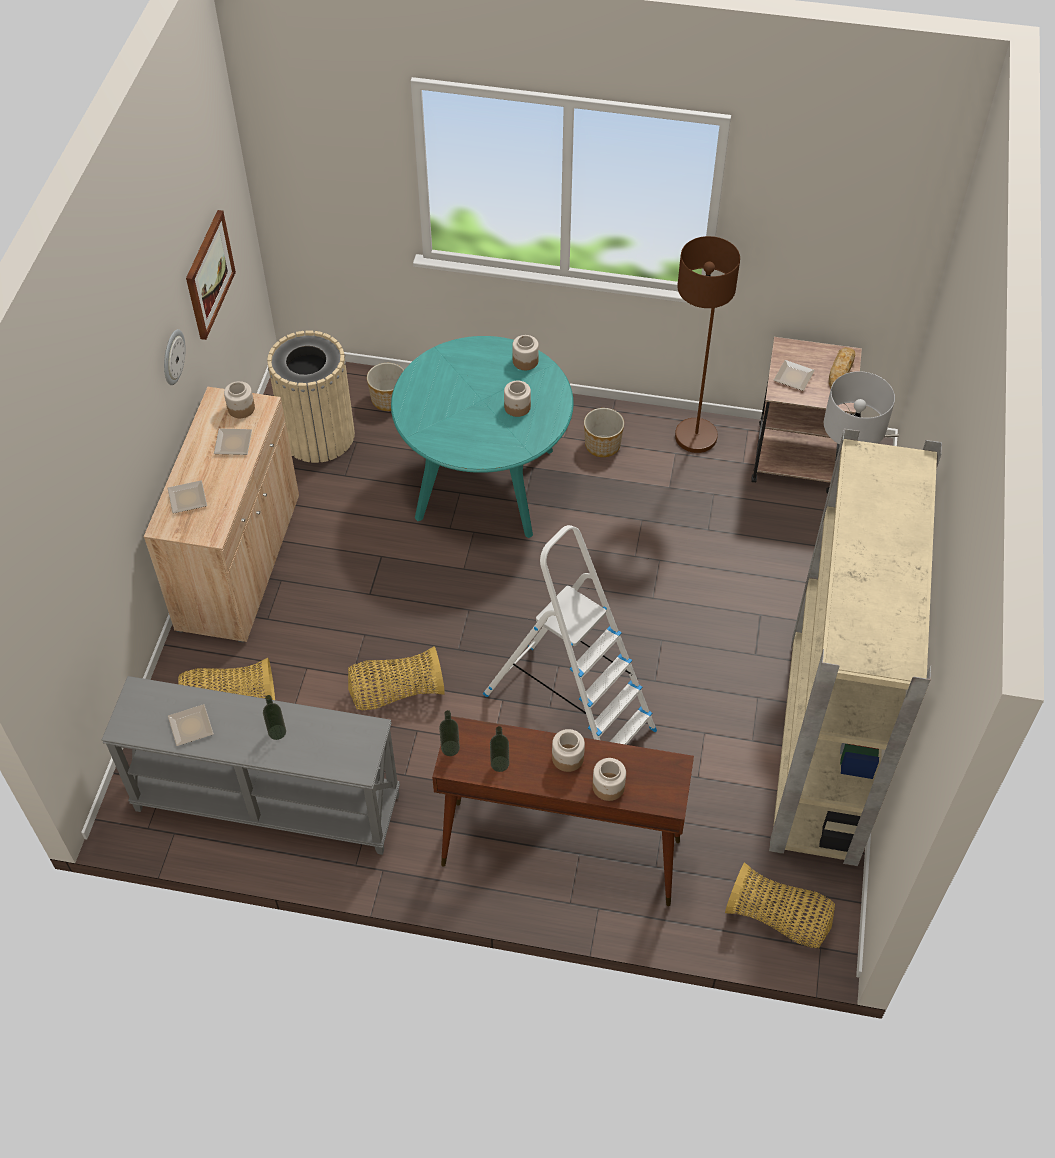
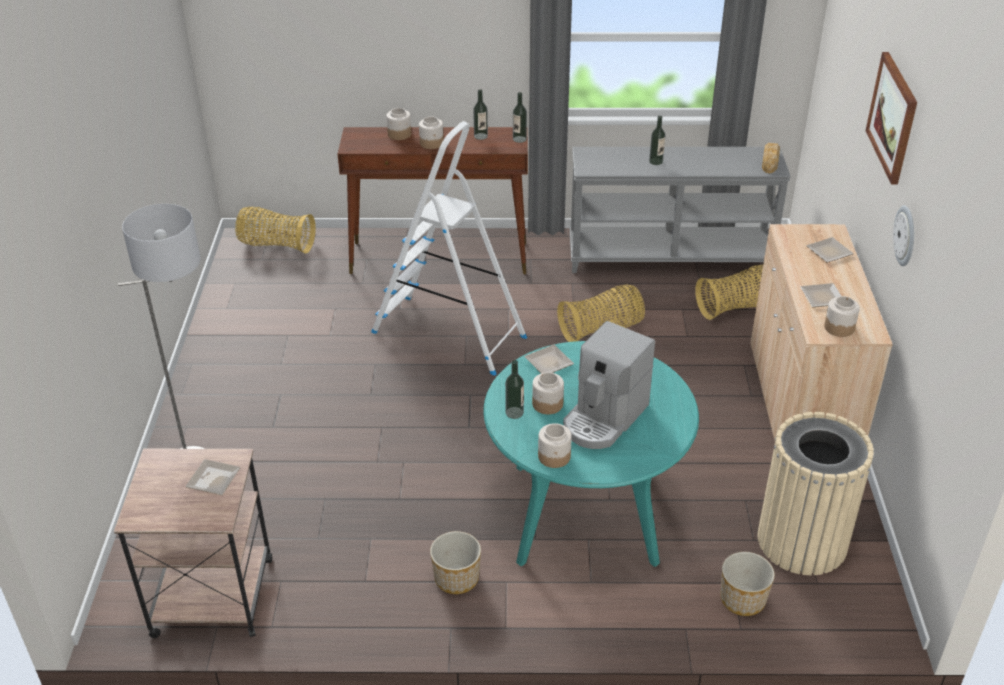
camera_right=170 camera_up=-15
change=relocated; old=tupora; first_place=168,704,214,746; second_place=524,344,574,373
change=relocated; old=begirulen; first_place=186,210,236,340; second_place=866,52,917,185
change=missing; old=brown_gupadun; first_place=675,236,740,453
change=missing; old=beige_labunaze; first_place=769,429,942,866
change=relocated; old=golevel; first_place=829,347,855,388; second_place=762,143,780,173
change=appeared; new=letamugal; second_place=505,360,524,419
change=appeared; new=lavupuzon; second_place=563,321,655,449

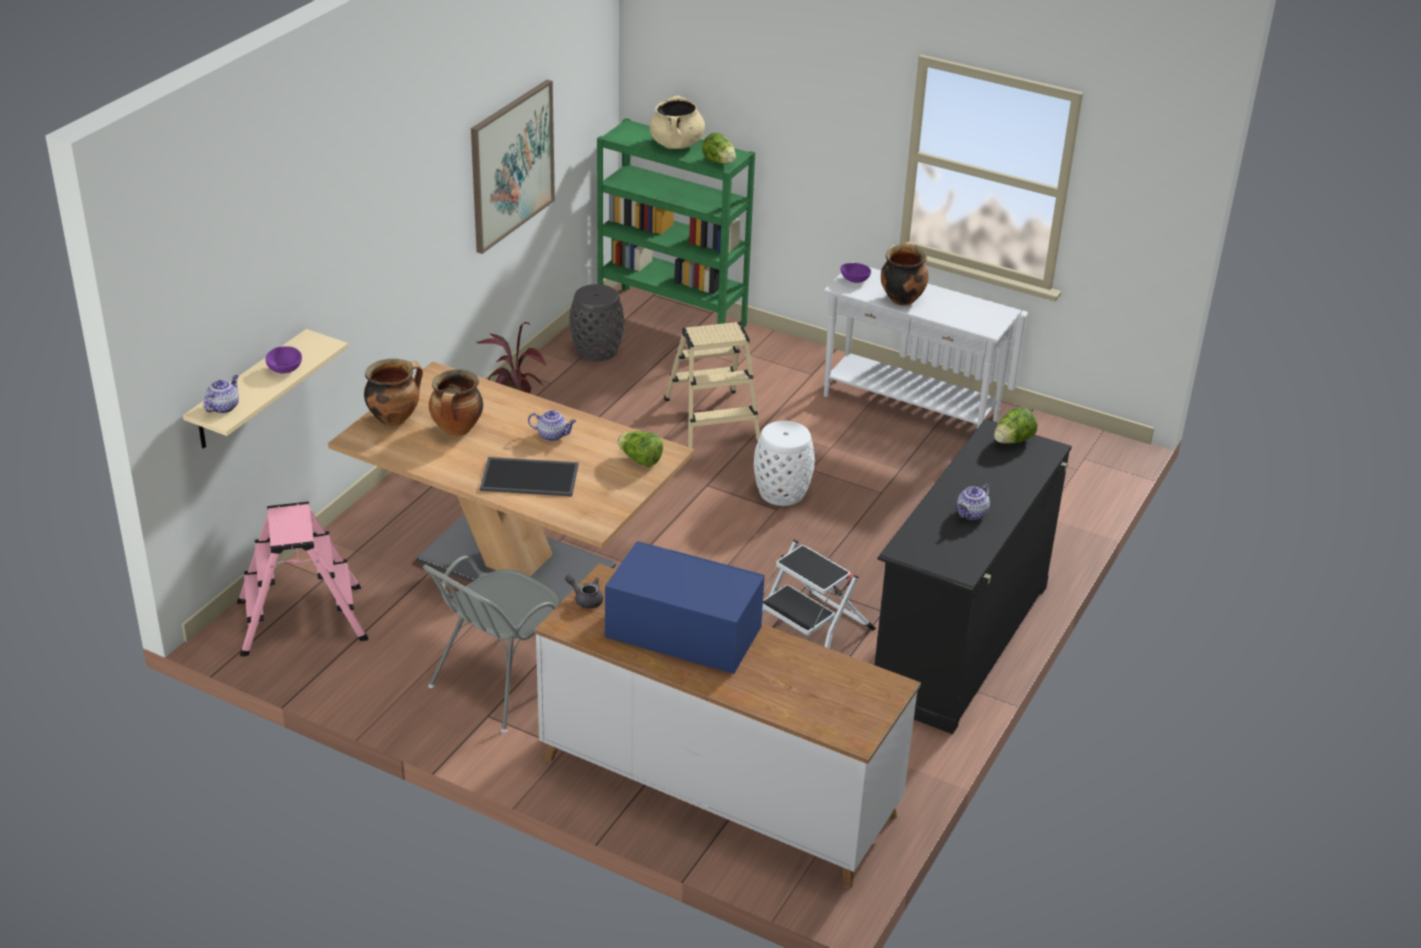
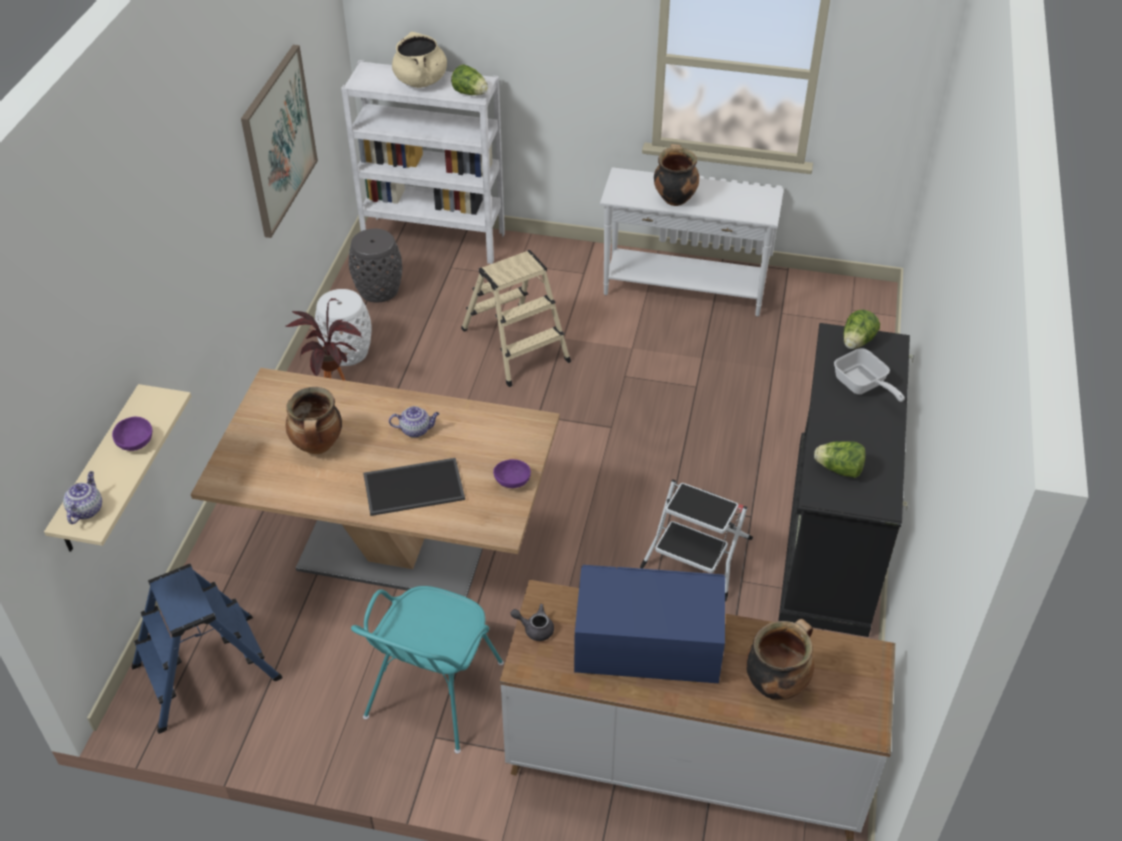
camera_right=-15 camera_up=10
change=colour; old=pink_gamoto; new=blue_gamoto; first_place=237,502,368,657; second_place=132,563,283,734
change=relocated; old=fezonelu; first_place=364,359,423,426; second_place=746,619,814,700
change=colour; old=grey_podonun; new=turquoise_podonun; first_place=423,556,561,733; second_place=351,586,504,754
change=colour; old=green_labunaze; new=white_labunaze; first_place=597,118,755,328; second_place=341,60,505,264
change=relocated; old=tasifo; first_place=617,431,663,467; second_place=814,441,866,478
change=relocated; old=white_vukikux; first_place=754,421,815,506; second_place=315,289,372,366
change=relocated; old=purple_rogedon; first_place=841,263,871,283; second_place=493,459,531,488
change=missing; old=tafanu; first_place=957,484,990,520
change=appeared; new=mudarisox; second_place=834,348,905,402

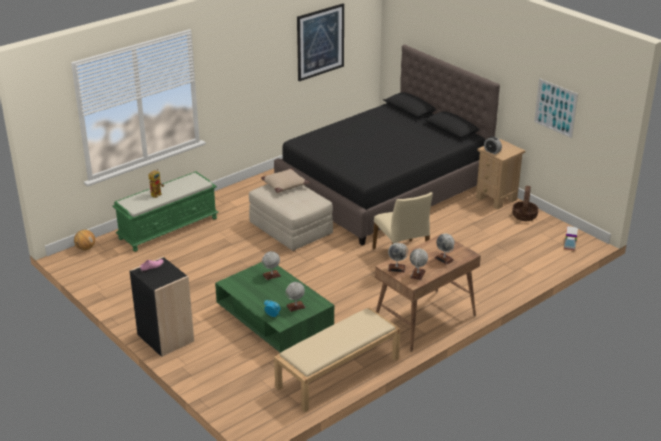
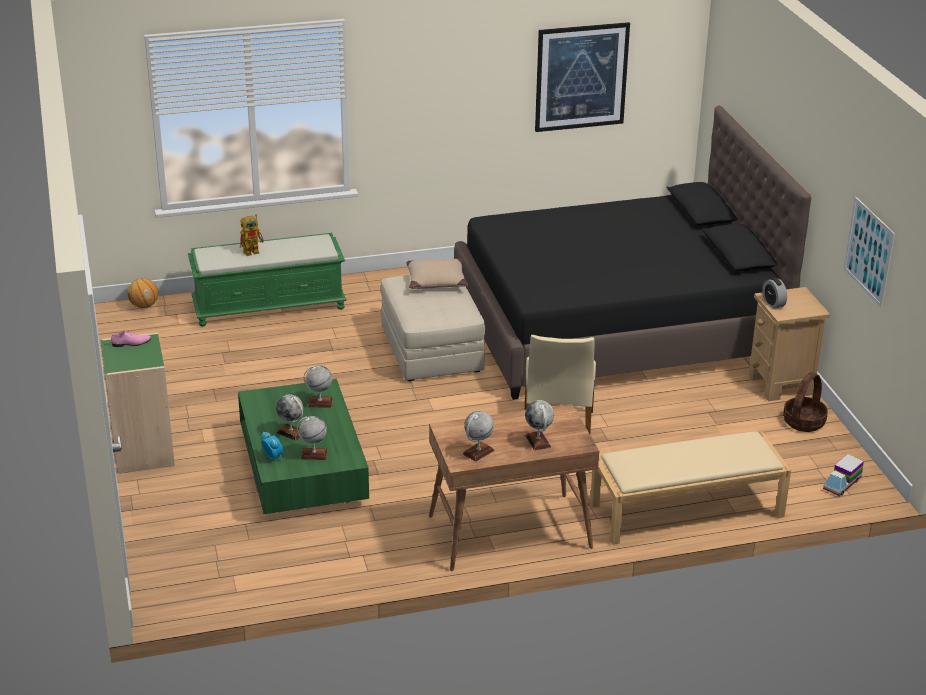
camera_right=25 camera_up=0
change=colour; old=black_labunaze; new=green_labunaze; first_place=129,257,194,357; second_place=100,332,175,474
change=relocated; old=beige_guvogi; first_place=274,307,400,412; second_place=590,431,791,545
change=relocated; old=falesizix; first_place=388,243,408,272; second_place=276,394,303,441

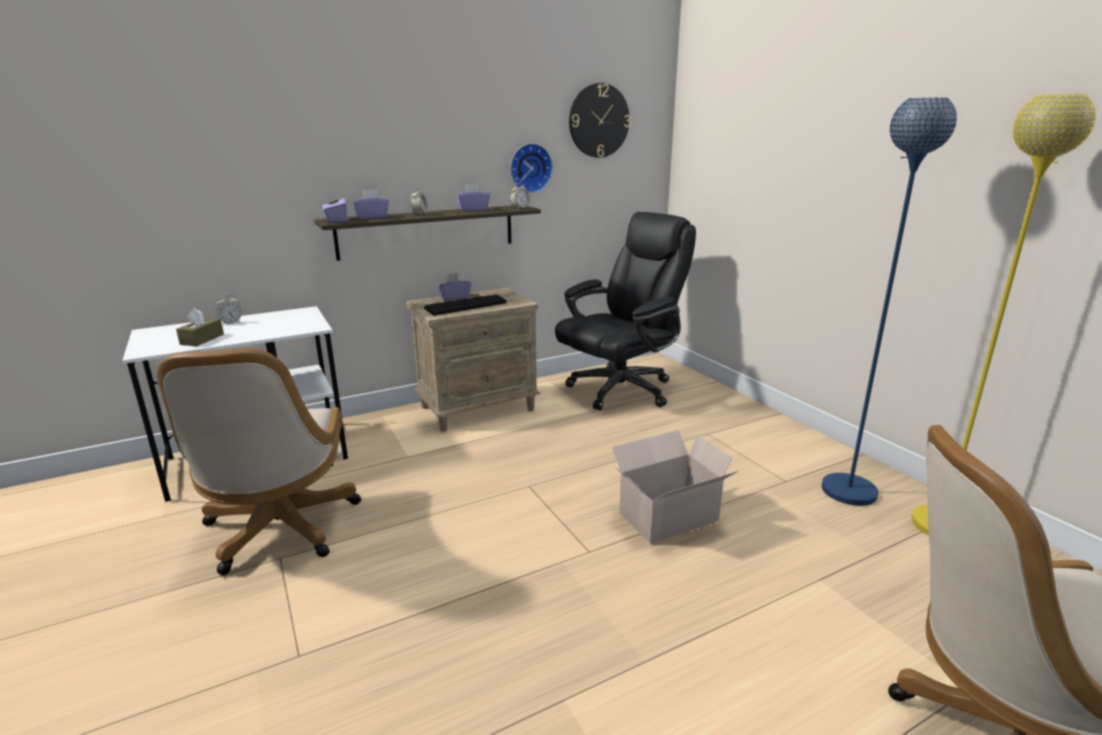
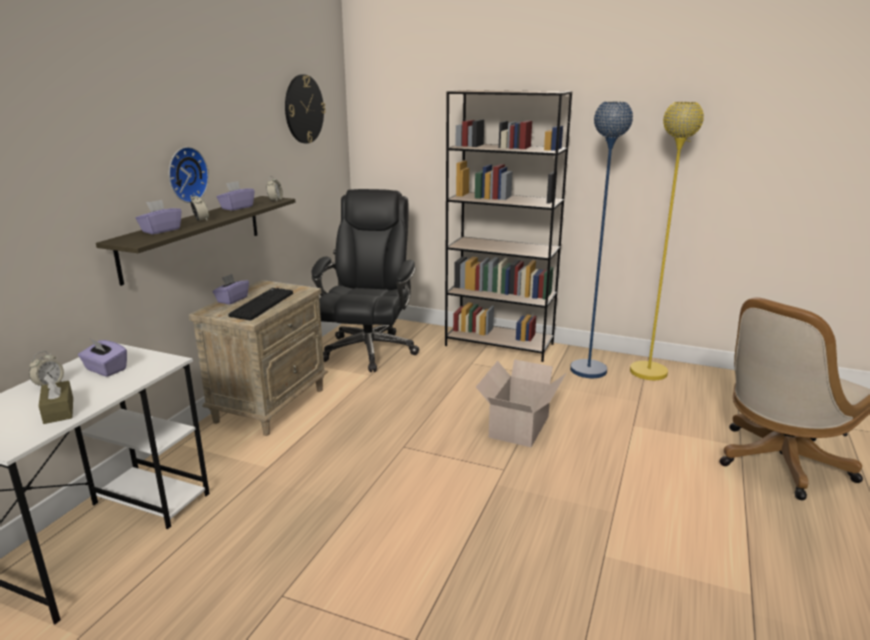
camera_right=-40 camera_up=0
change=missing; old=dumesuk; first_place=157,348,361,575
change=relocated; old=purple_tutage; first_place=322,192,347,223; second_place=78,339,127,377
change=relocated; old=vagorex; first_place=510,143,553,193; second_place=169,147,209,203
change=appeared; new=beige_labunaze; second_place=445,90,572,362

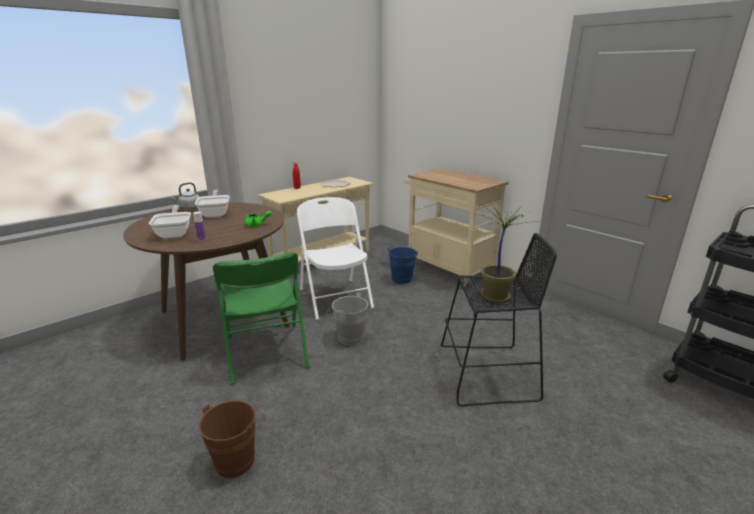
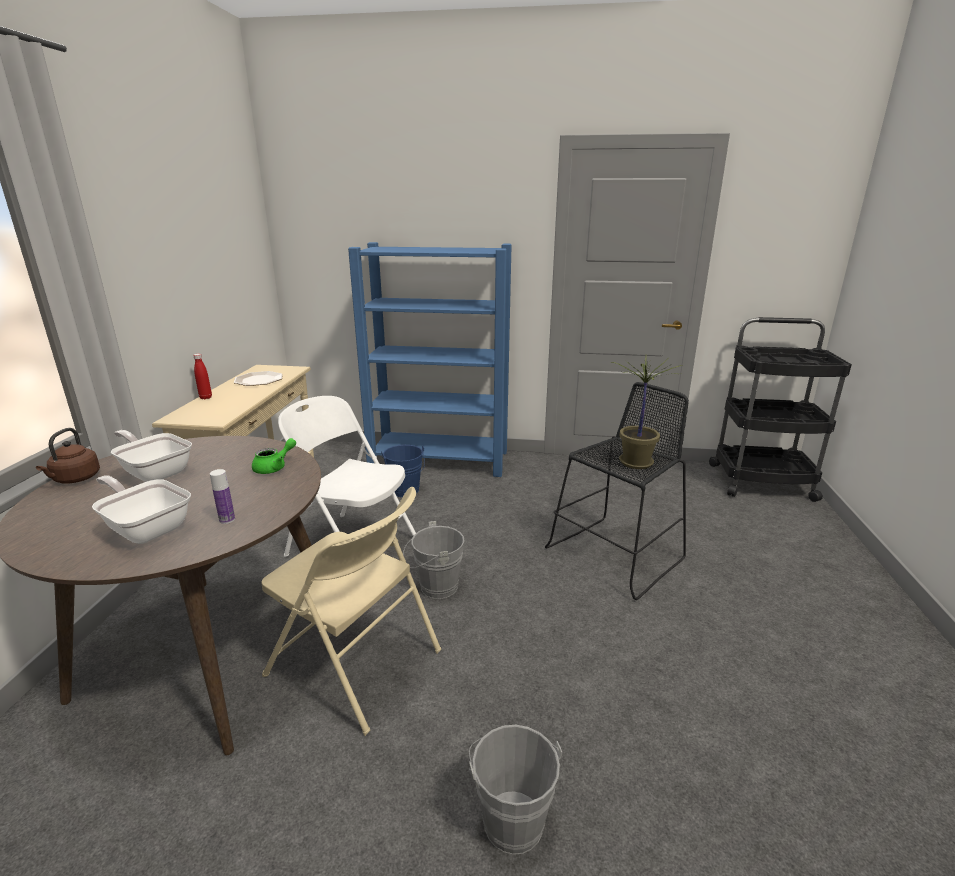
camera_right=-40 camera_up=0
change=colour; old=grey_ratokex; new=brown_ratokex; first_place=171,183,200,210; second_place=36,428,100,484
change=colour; old=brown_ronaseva; new=grey_ronaseva; first_place=199,400,266,478; second_place=469,725,562,855
change=colour; old=green_podonun; new=beige_podonun; first_place=213,252,310,385; second_place=262,487,441,736
change=exchanged; old=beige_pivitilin; new=blue_labunaze; first_place=404,168,509,287; second_place=348,242,512,477

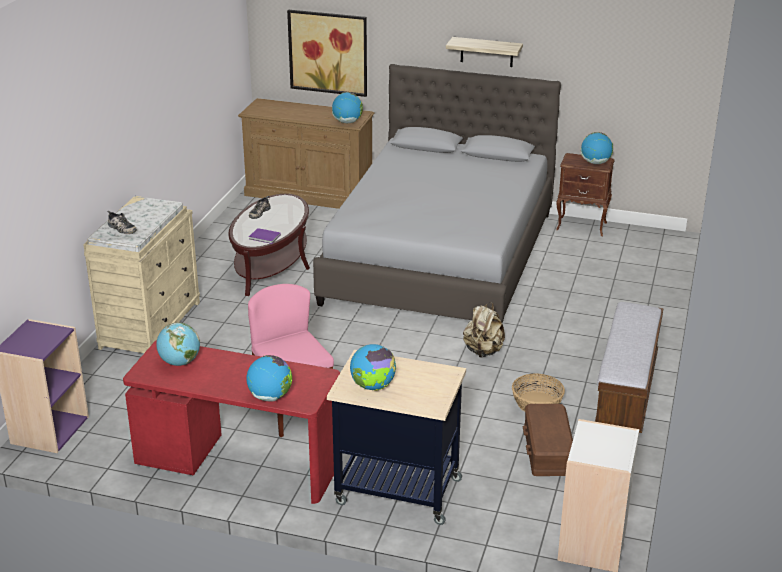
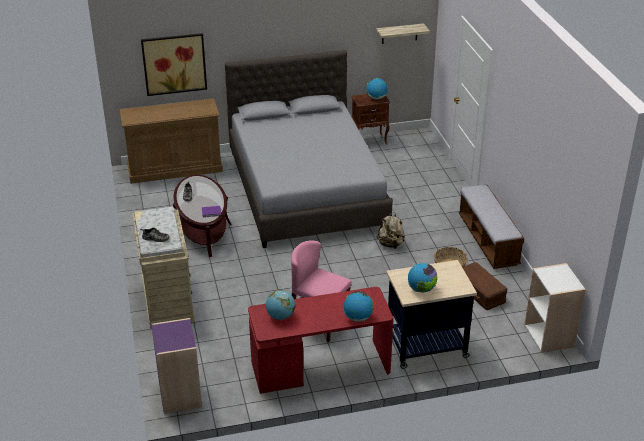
camera_right=-30 camera_up=5
change=missing; old=falesizix; first_place=332,92,363,123
change=relocated; old=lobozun; first_place=446,37,523,67; second_place=376,23,430,44

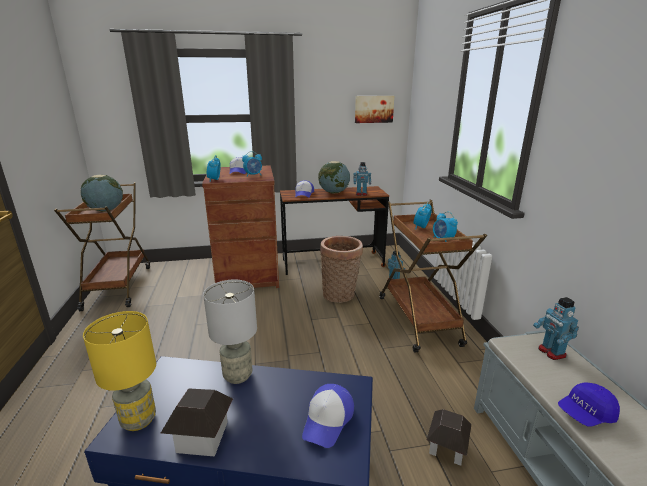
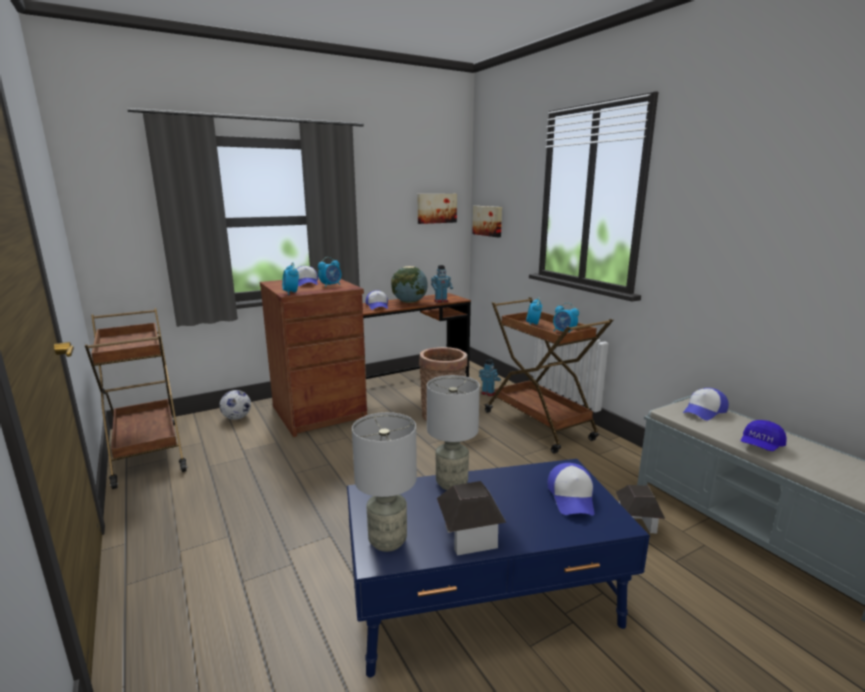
camera_right=-20 camera_up=-5
change=missing; old=falesizix; first_place=81,175,123,212
change=colour; old=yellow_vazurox; new=grey_vazurox; first_place=83,311,156,431; second_place=352,412,417,552
change=exchanged; old=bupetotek; new=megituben; first_place=533,297,579,360; second_place=683,388,729,420
change=appeared; new=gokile; second_place=219,390,251,420
change=appeared; new=begirulen; second_place=472,206,502,237

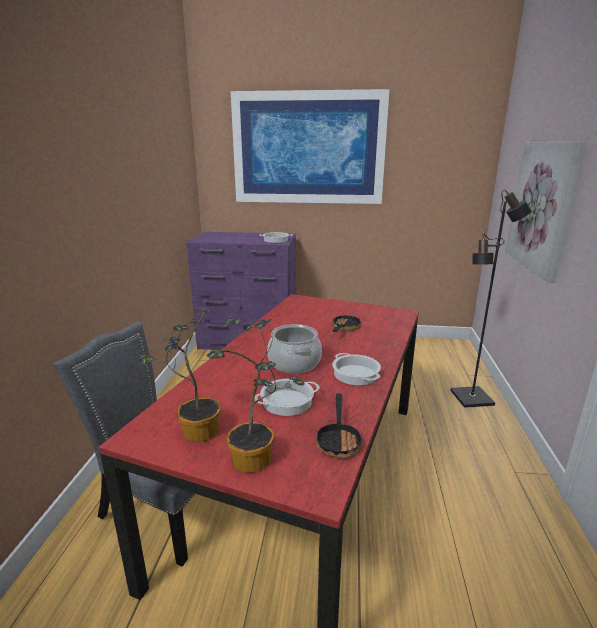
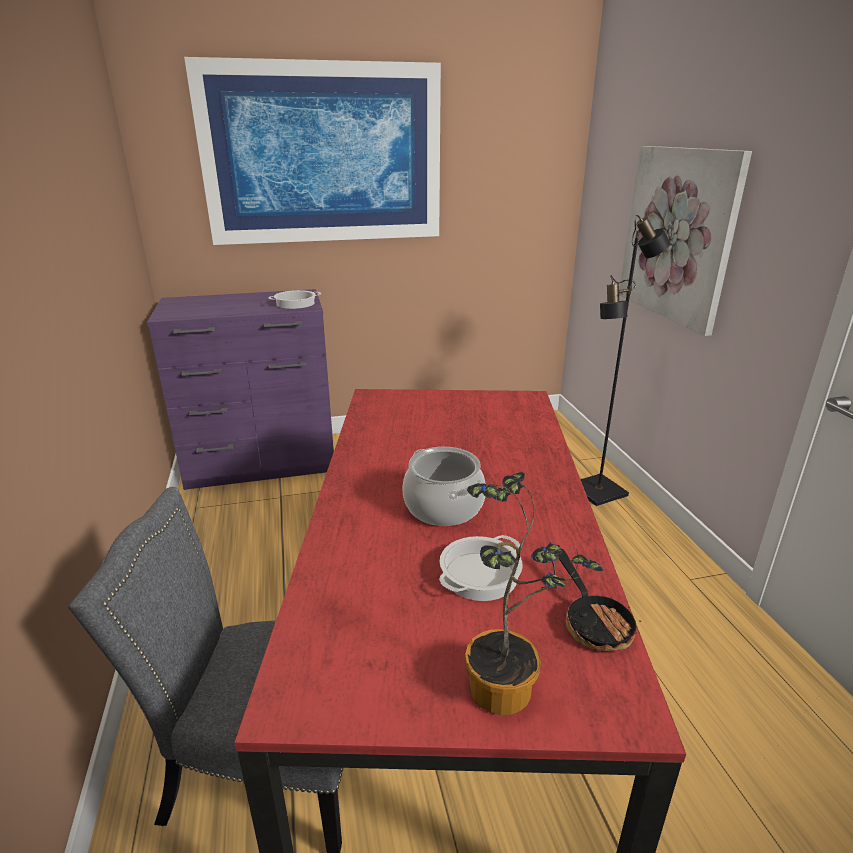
camera_right=-20 camera_up=5
change=missing; old=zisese; first_place=138,307,221,442
change=missing; old=mudarisox; first_place=332,313,361,332
change=missing; old=fezonelu; first_place=332,353,381,385

